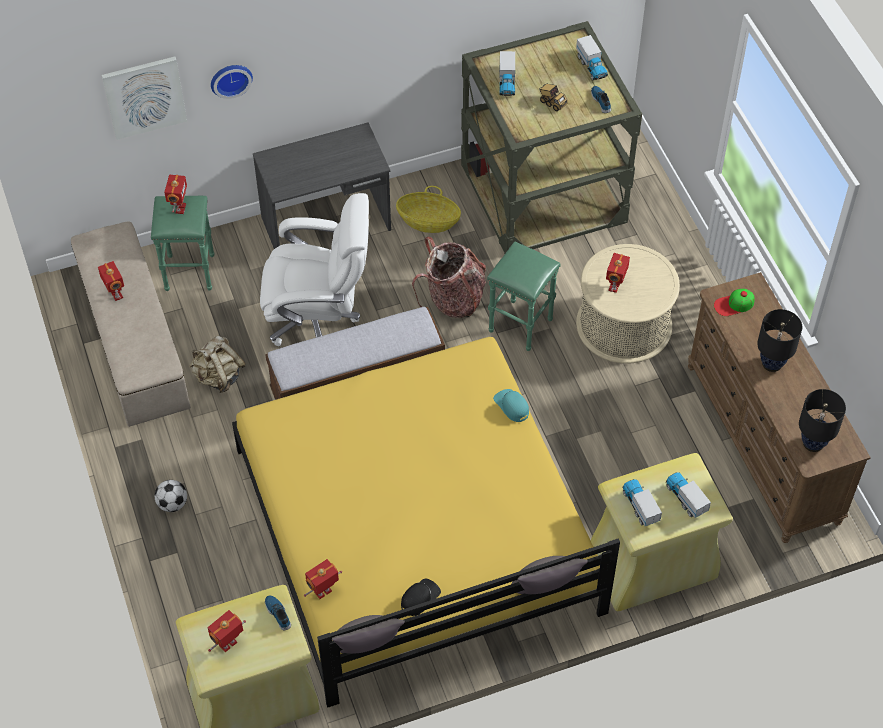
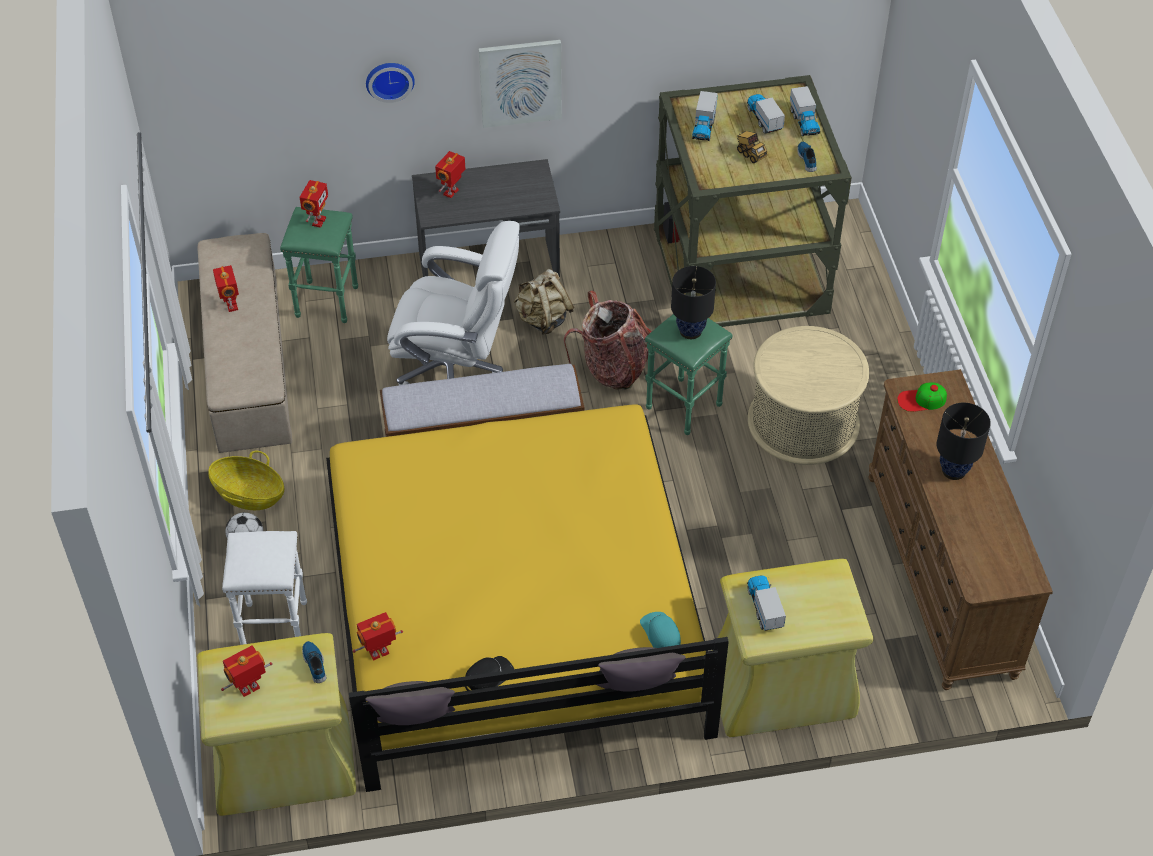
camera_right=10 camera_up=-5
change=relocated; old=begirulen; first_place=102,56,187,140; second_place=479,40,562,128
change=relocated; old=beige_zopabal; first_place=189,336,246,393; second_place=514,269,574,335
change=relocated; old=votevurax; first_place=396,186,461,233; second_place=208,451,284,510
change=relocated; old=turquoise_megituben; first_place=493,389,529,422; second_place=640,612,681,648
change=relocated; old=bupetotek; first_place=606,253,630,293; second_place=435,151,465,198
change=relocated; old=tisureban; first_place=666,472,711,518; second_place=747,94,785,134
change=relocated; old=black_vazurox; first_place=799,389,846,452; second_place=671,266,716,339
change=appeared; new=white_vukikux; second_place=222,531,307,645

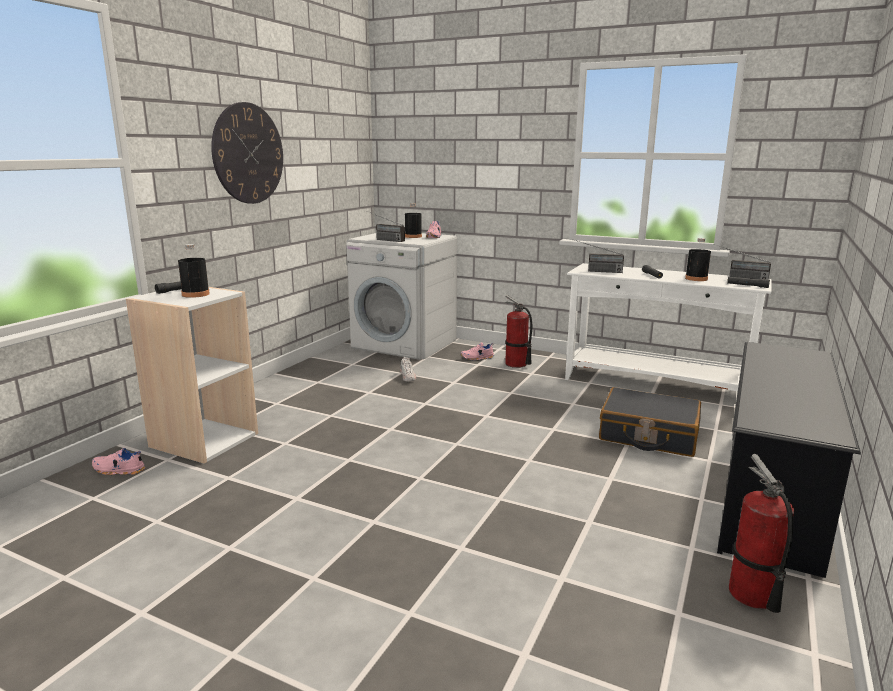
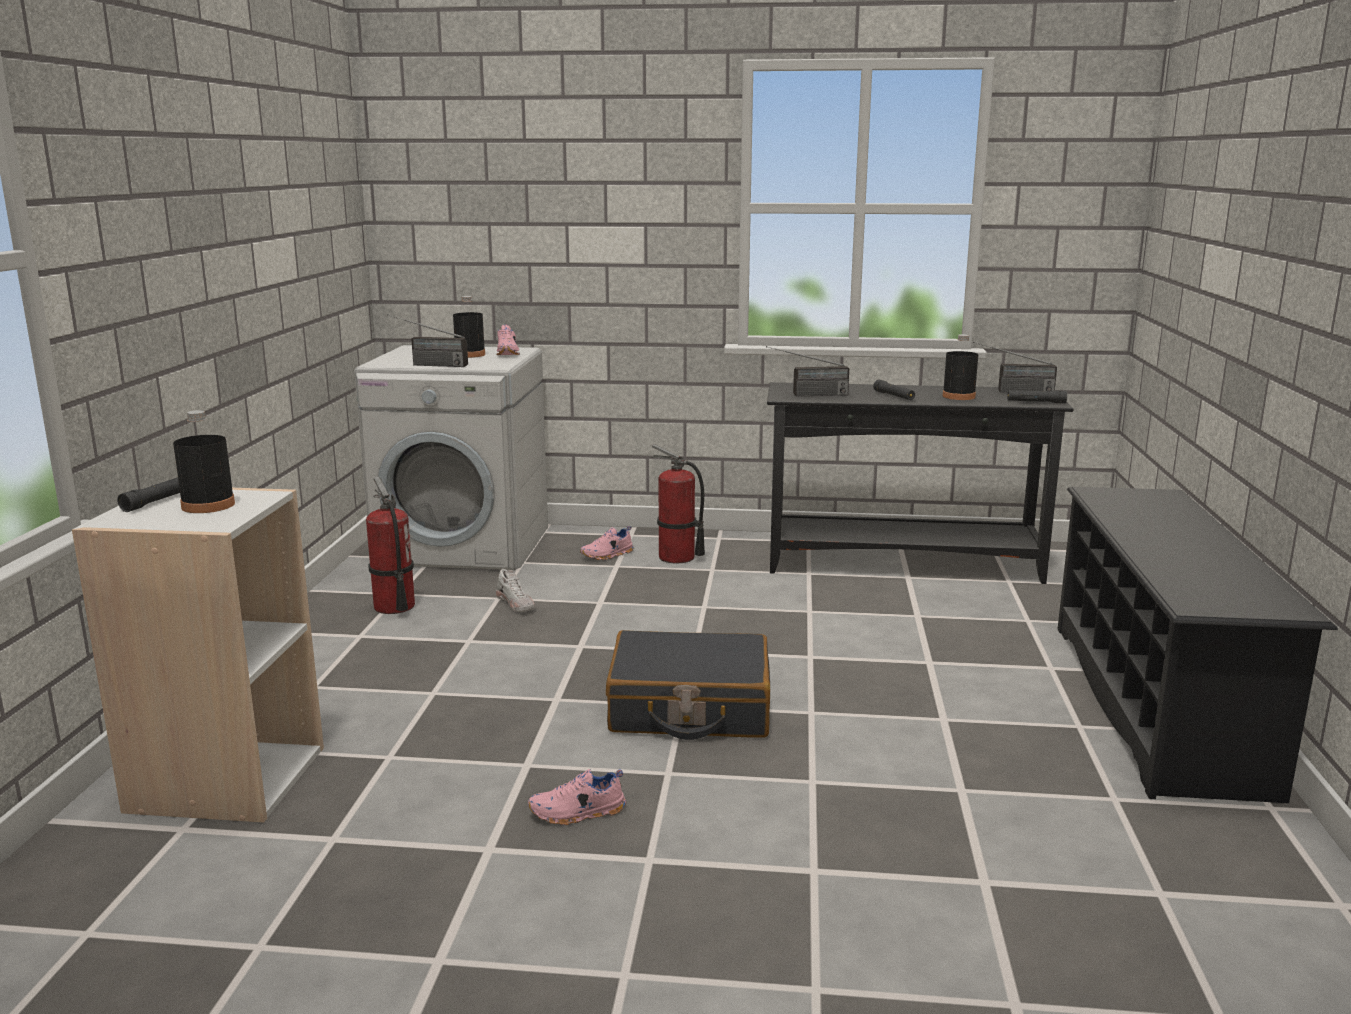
camera_right=-20 camera_up=0
change=relocated; old=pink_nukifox; first_place=92,448,146,475; second_place=528,769,626,825
change=missing; old=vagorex; first_place=211,102,283,204
change=colour; old=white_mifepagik; new=black_mifepagik; first_place=565,263,771,391; second_place=767,382,1073,584
change=relocated; old=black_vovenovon; first_place=599,387,701,457; second_place=606,630,770,740
change=relocated; old=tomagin; first_place=729,454,794,613; second_place=366,476,415,614

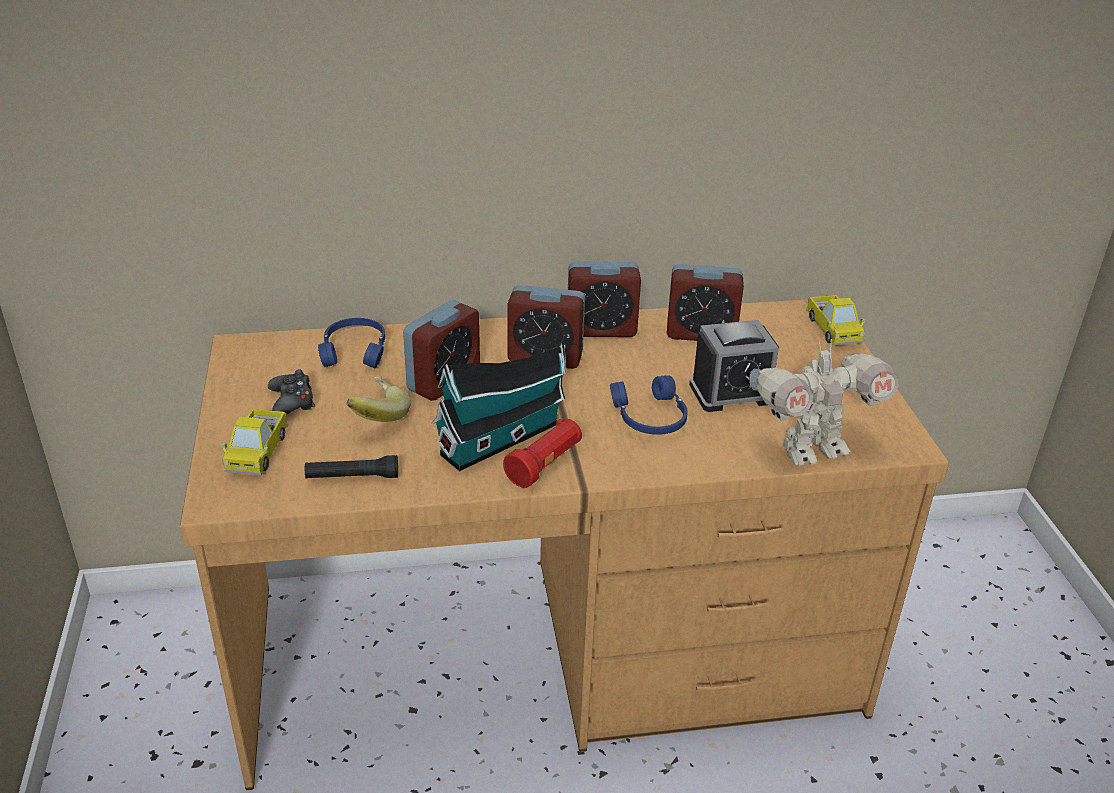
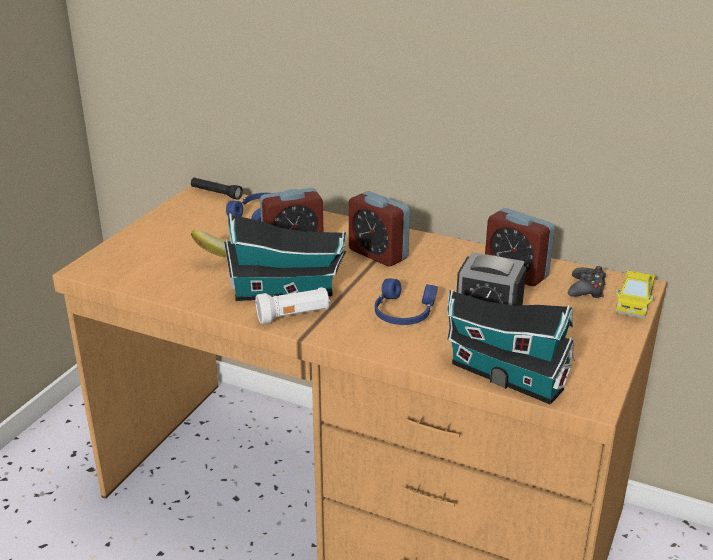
camera_right=35 camera_up=-5
change=missing; old=tisureban; first_place=221,409,288,476
change=relocated; old=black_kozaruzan; first_place=268,370,315,414; second_place=568,266,606,298
change=relocated; old=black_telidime; first_place=305,455,398,478; second_place=191,178,243,200
change=colour; old=red_telidime; new=white_telidime; first_place=503,419,582,488; second_place=256,287,330,324
change=missing; old=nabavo; first_place=568,261,641,337
change=exchanged; old=bupetotek; new=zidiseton; first_place=749,339,898,466; second_place=447,290,574,405

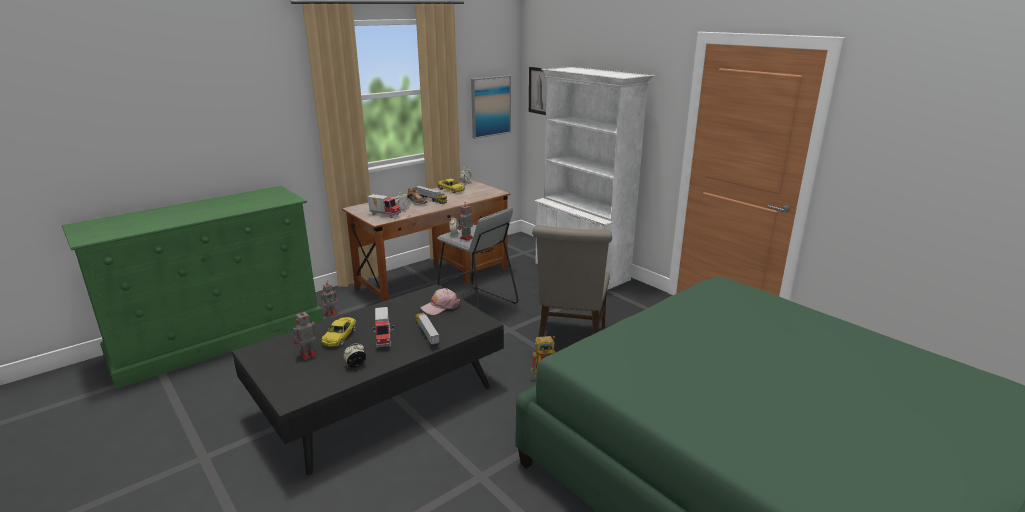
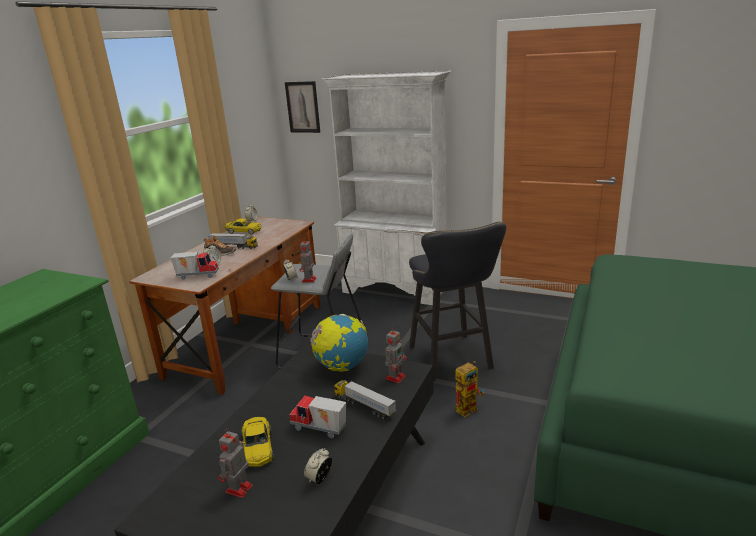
camera_right=-25 camera_up=0
change=relocated; old=bupetotek; first_place=321,283,338,317; second_place=385,327,407,383
change=spun; old=tisureban; first_place=373,307,394,348; second_place=289,396,346,438; degrees=150
change=exchanged; old=pink_megituben; new=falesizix; first_place=420,288,460,315; second_place=310,314,368,372
change=missing; old=begirulen; first_place=471,76,511,139
change=exchanged; old=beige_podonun; new=black_vukikux; first_place=532,225,612,337; second_place=409,222,506,381

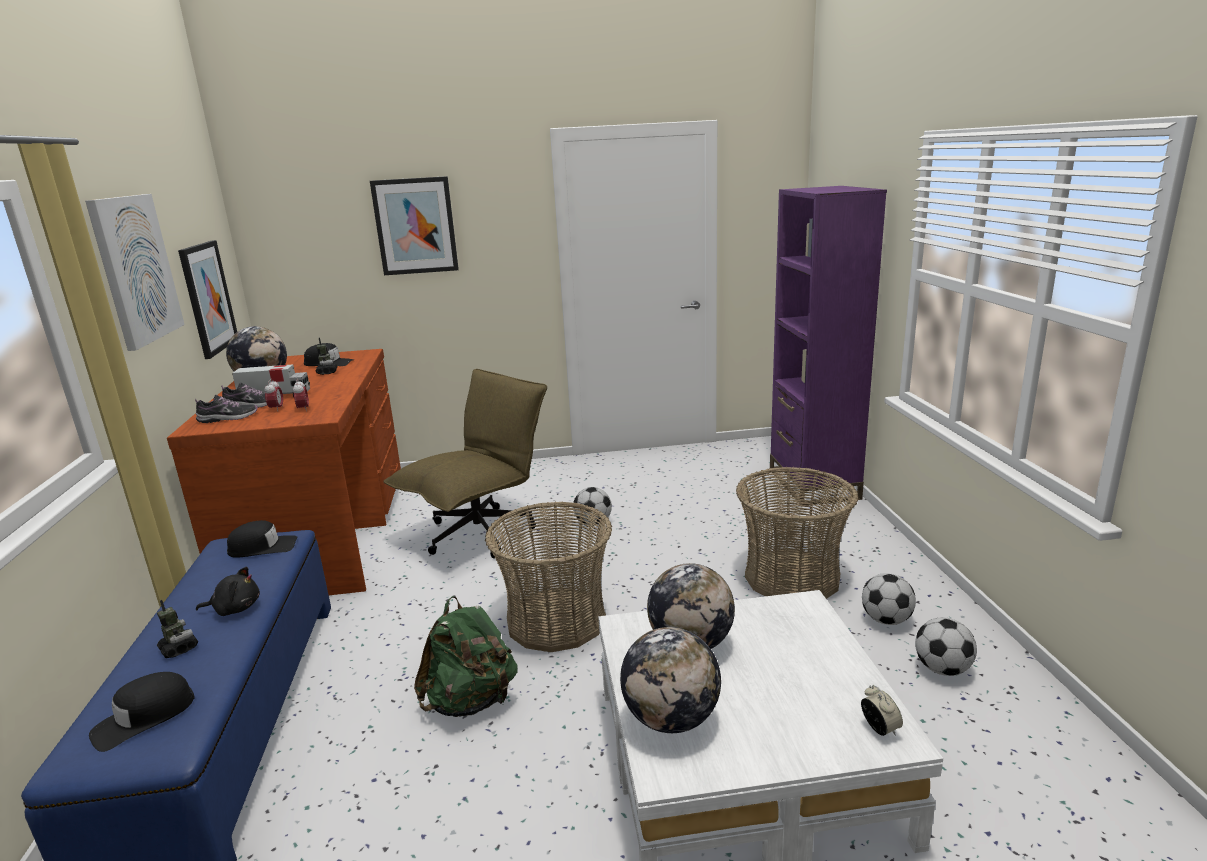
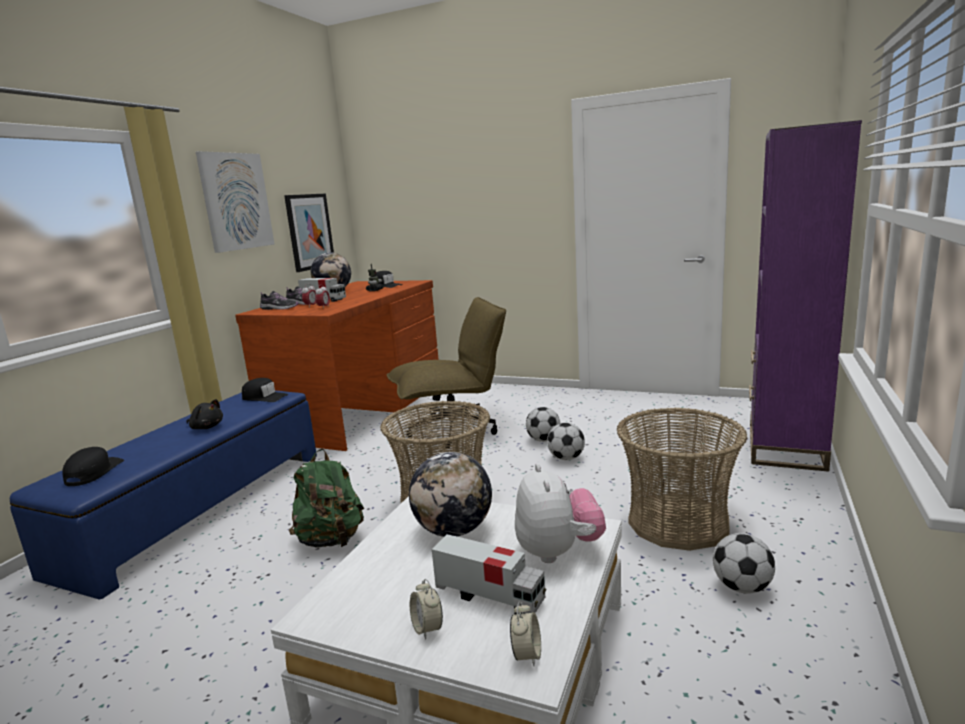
camera_right=30 camera_up=-5
change=spun; old=black_megituben; first_place=89,672,195,752; second_place=62,447,124,486; degrees=105
change=missing; old=bupetotek; first_place=157,600,198,658
change=missing; old=begirulen; first_place=370,176,459,275
change=missing; old=falesizix; first_place=620,627,721,733
change=relocated; old=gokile; first_place=915,618,977,676; second_place=547,423,585,460
change=appeared; new=nabavo; second_place=410,579,443,640
change=appeared; new=tisureban; second_place=432,534,546,615
change=appeared; new=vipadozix; second_place=515,464,606,563

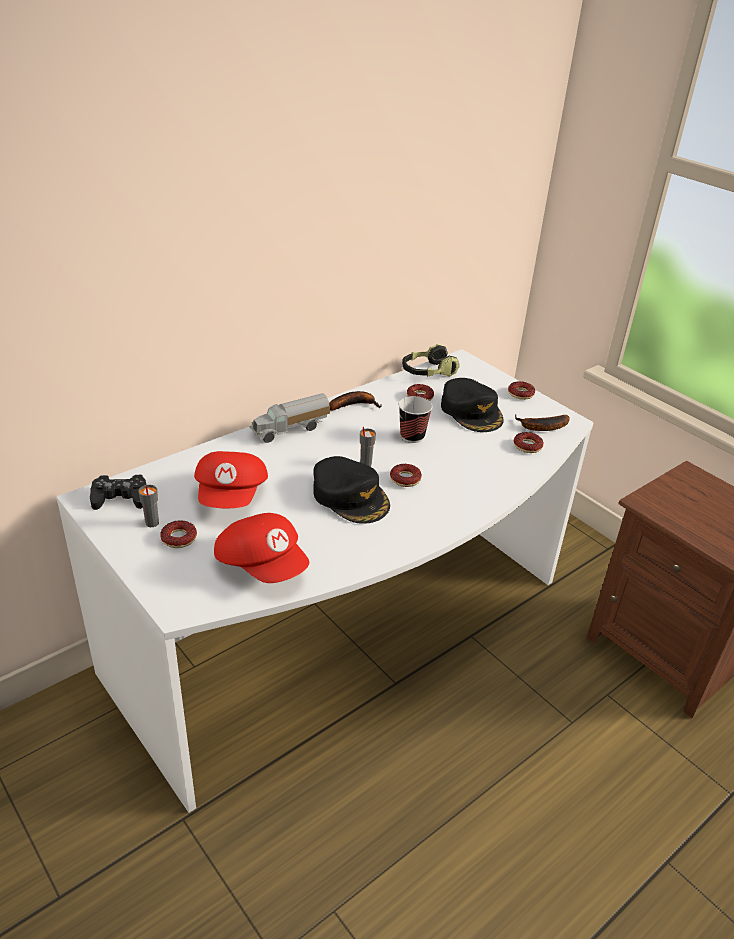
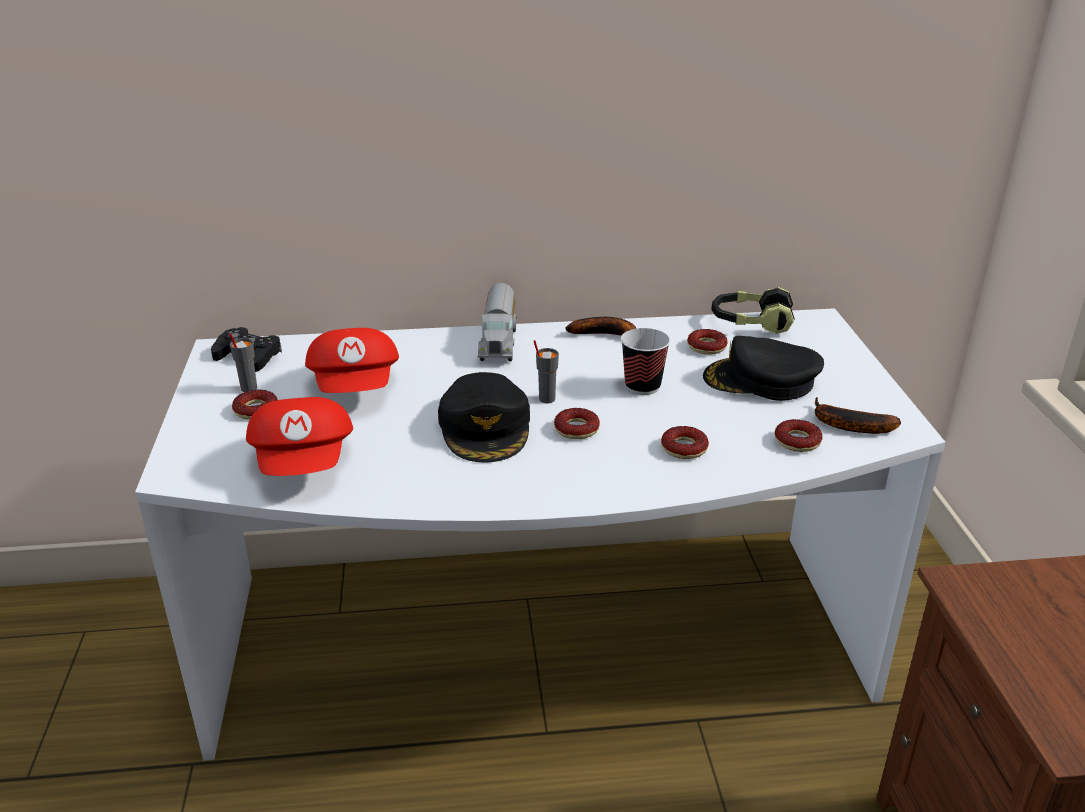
camera_right=35 camera_up=-5
change=spun; old=red_megituben; first_place=194,451,268,508; second_place=305,328,399,393; degrees=-45
change=spun; old=tisureban; first_place=250,393,330,443; second_place=478,283,517,361; degrees=-90
change=spun; old=black_megituben; first_place=441,378,504,432; second_place=703,336,824,401; degrees=90
change=relocated; old=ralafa; first_place=508,381,535,400; second_place=661,426,709,459

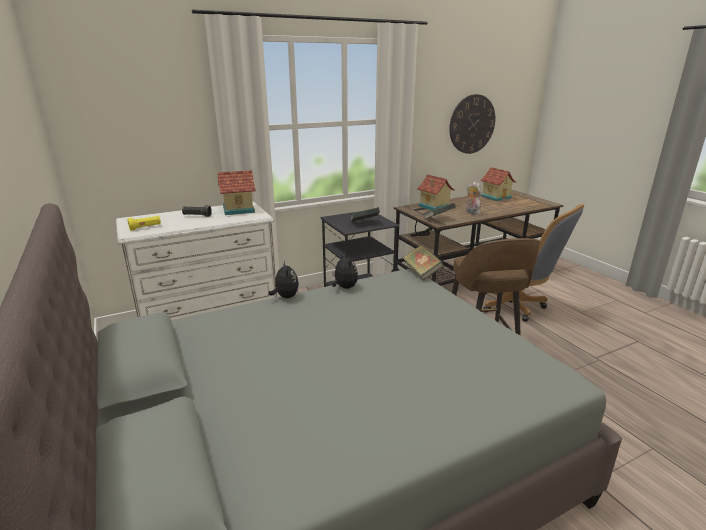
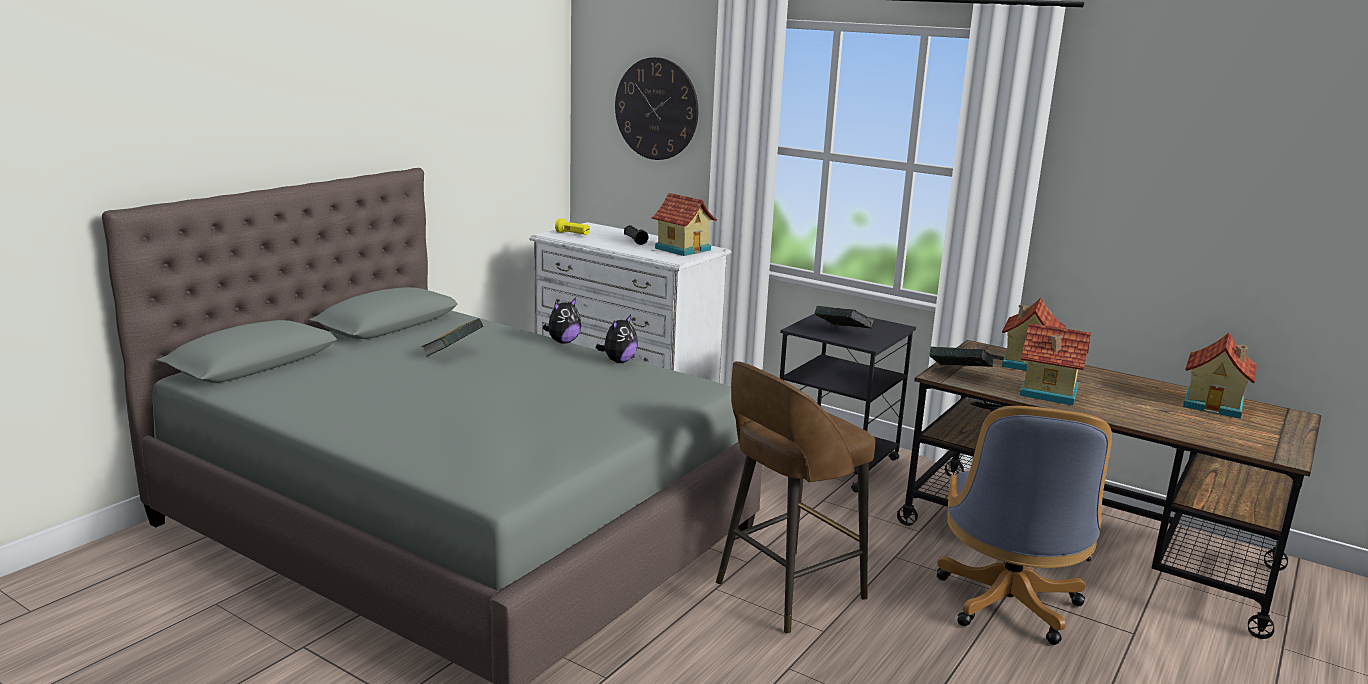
camera_right=60 camera_up=-5
change=relocated; old=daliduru; first_place=403,245,444,280; second_place=421,318,483,357
change=relocated; old=vagorex; first_place=449,94,495,154; second_place=615,57,698,160
change=exchanged; old=vipadozix; new=zidiseton; first_place=466,182,481,215; second_place=1020,323,1091,405

